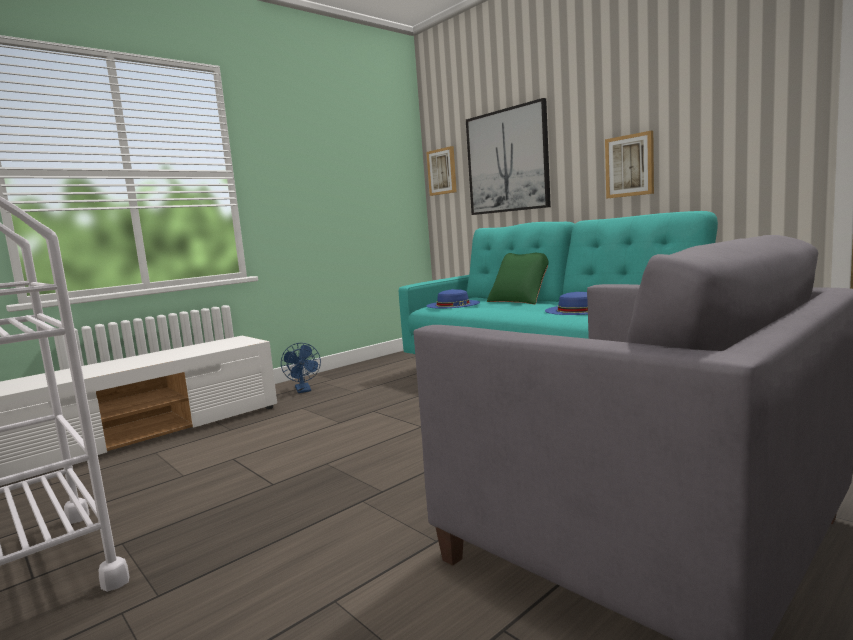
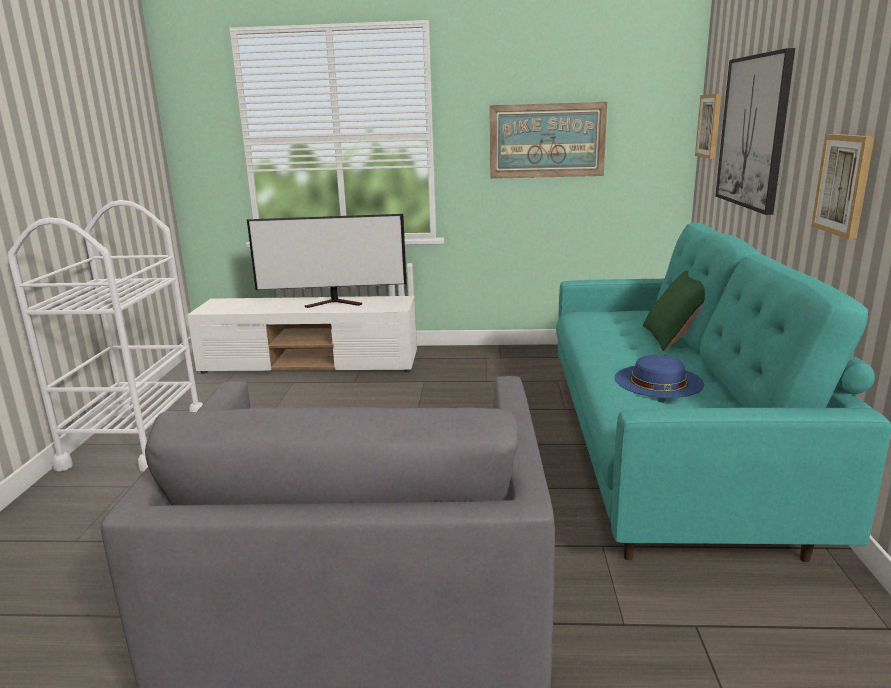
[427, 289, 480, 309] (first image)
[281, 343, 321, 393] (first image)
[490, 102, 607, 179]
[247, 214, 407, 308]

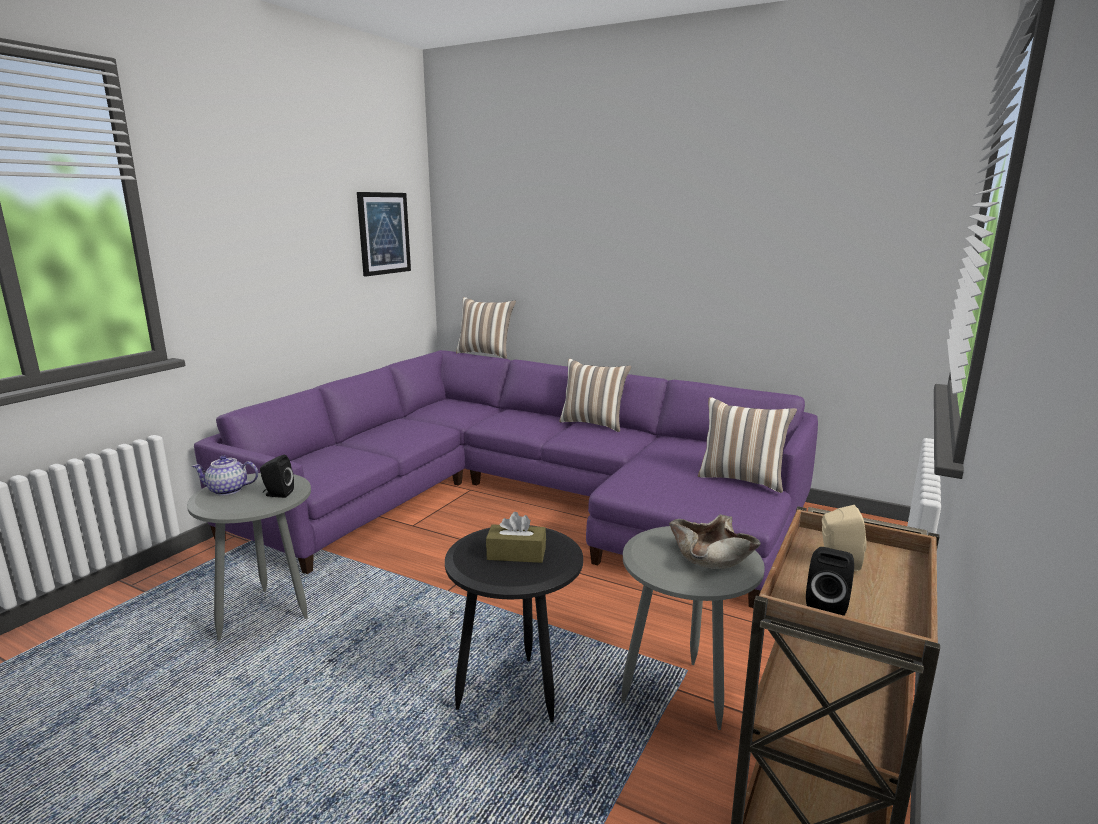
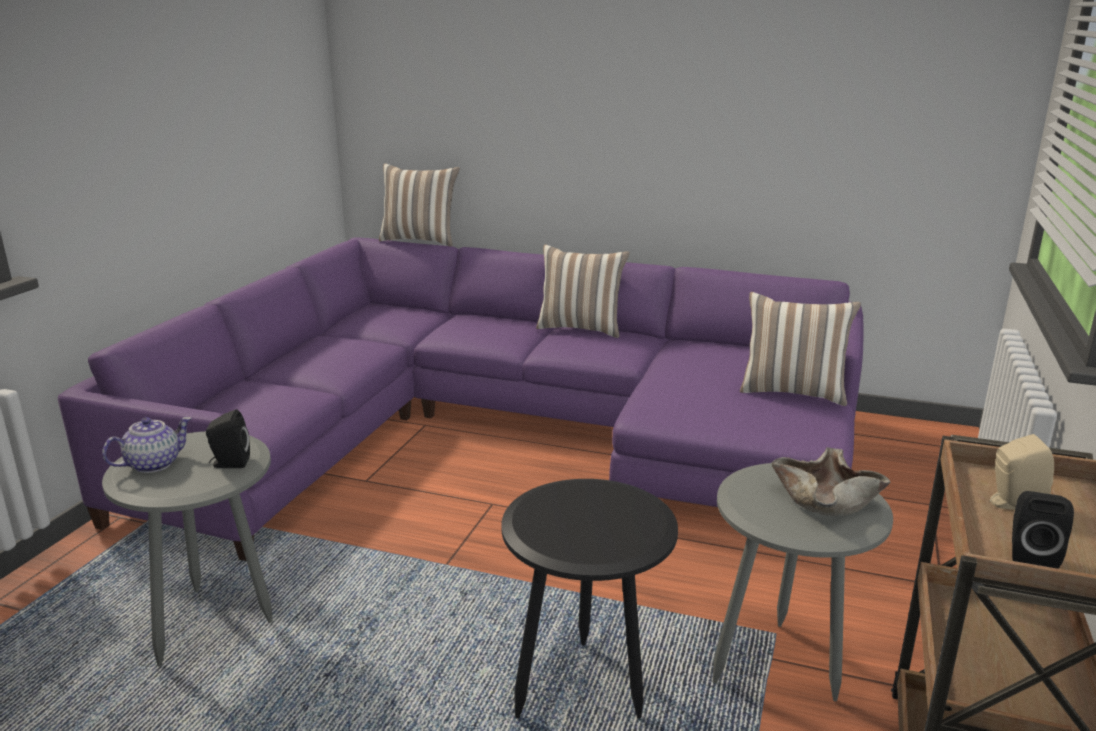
[357, 192, 411, 276] (first image)
[102, 417, 192, 473]
[486, 512, 546, 563] (first image)

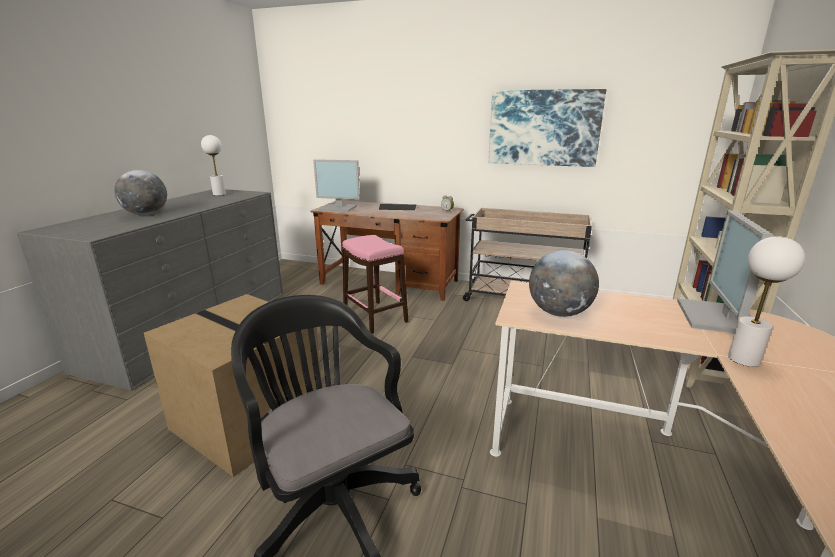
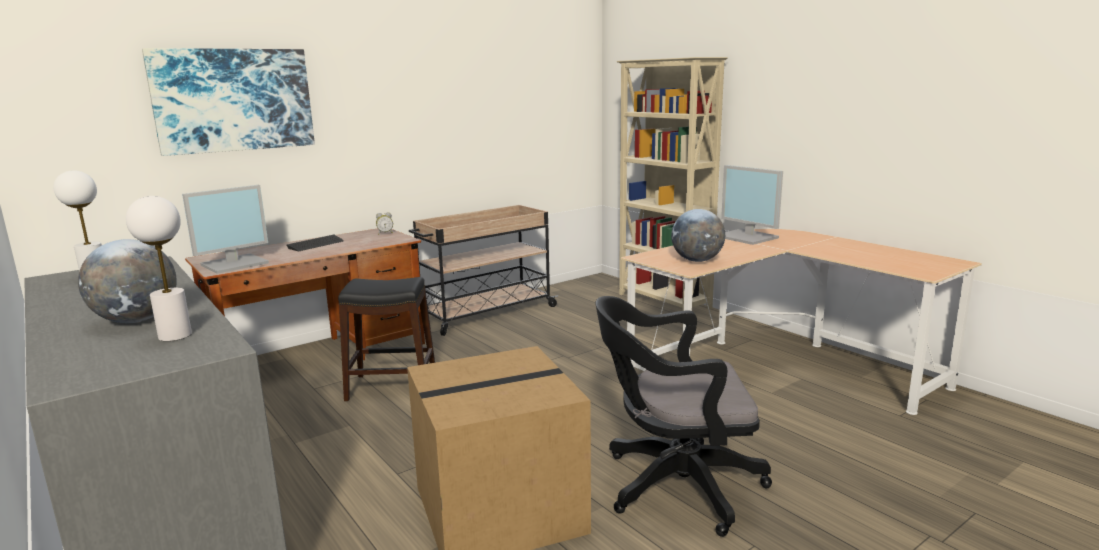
[142, 48, 315, 156]
[338, 277, 435, 401]
[126, 196, 192, 341]

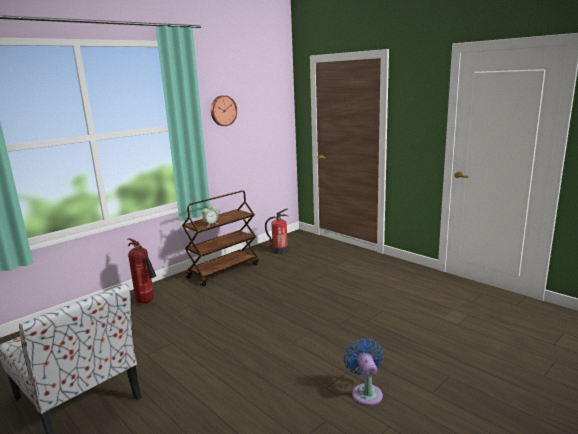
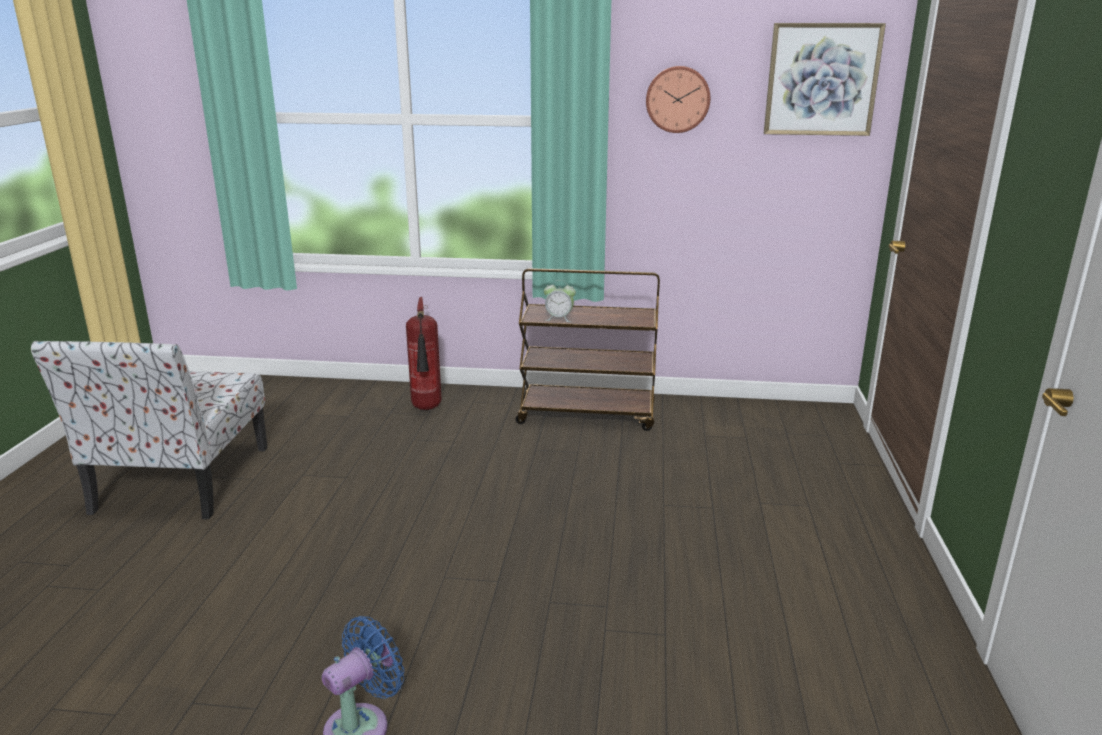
[265, 208, 289, 254] (first image)
[764, 23, 886, 136]

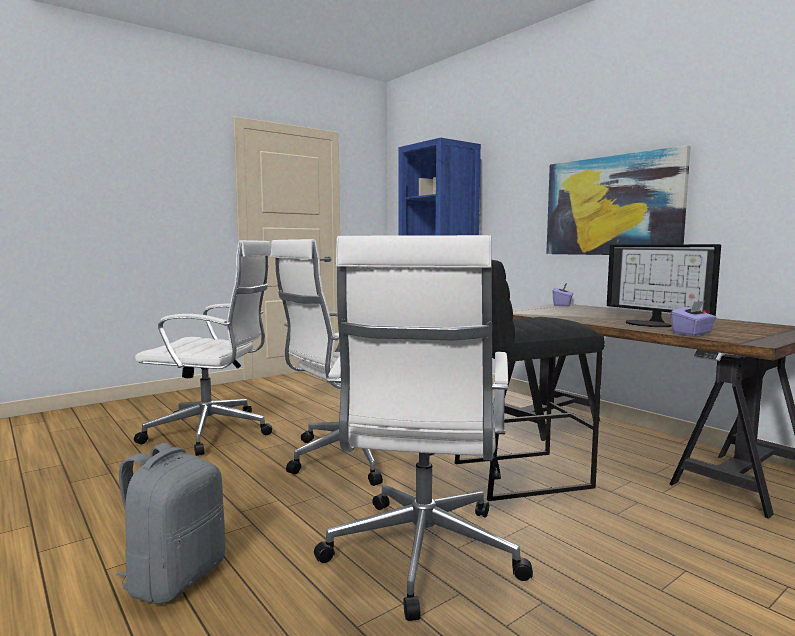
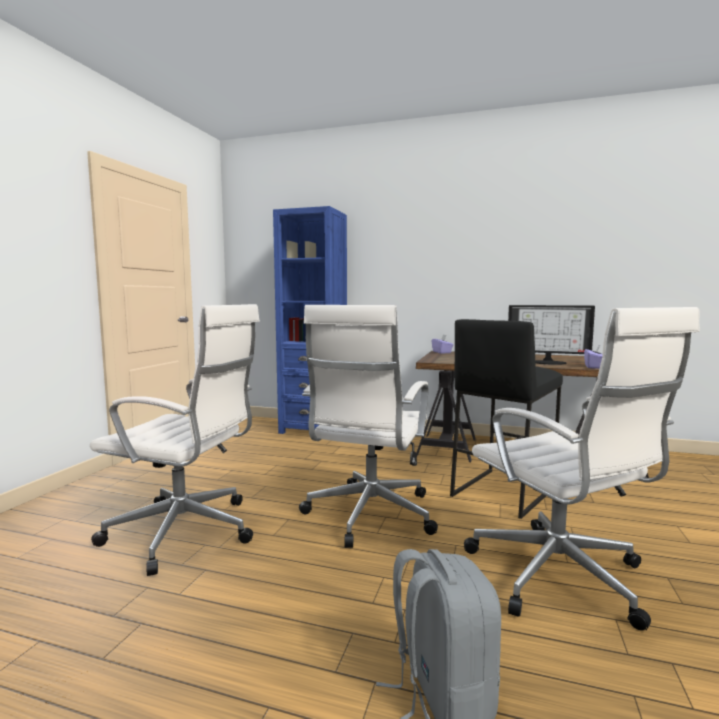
[546, 145, 691, 255] (first image)
[90, 304, 260, 576]

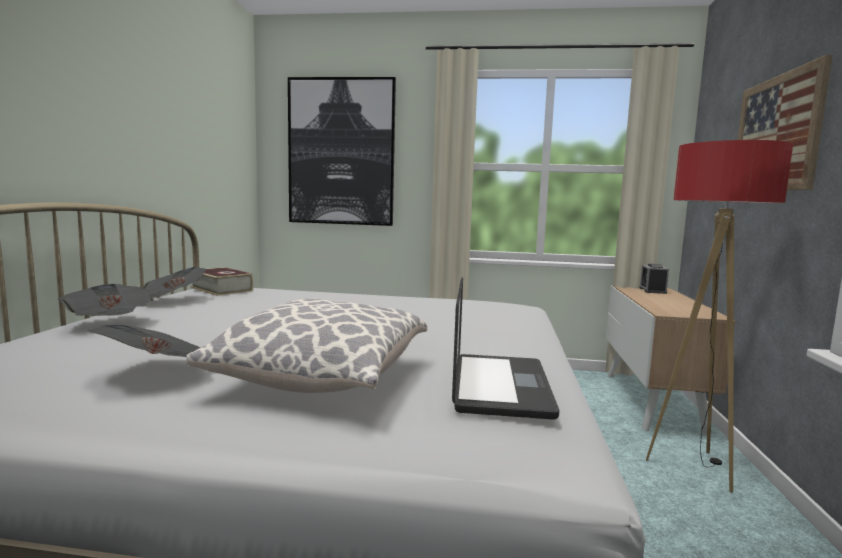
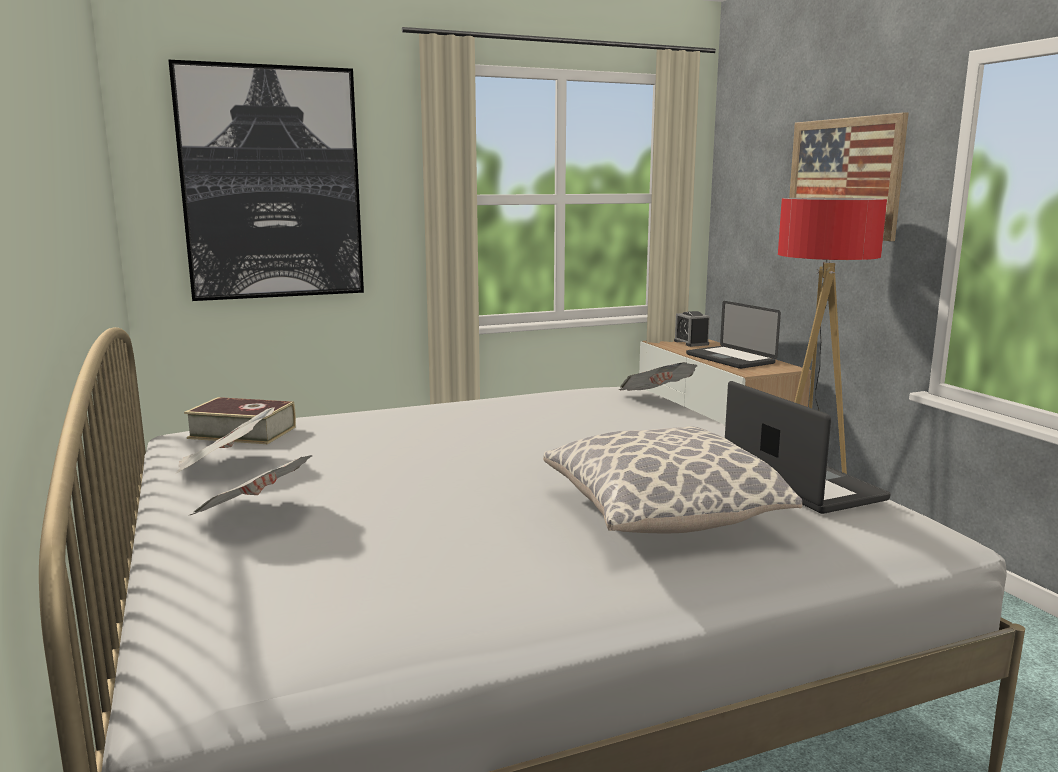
[619, 362, 697, 391]
[686, 301, 781, 369]

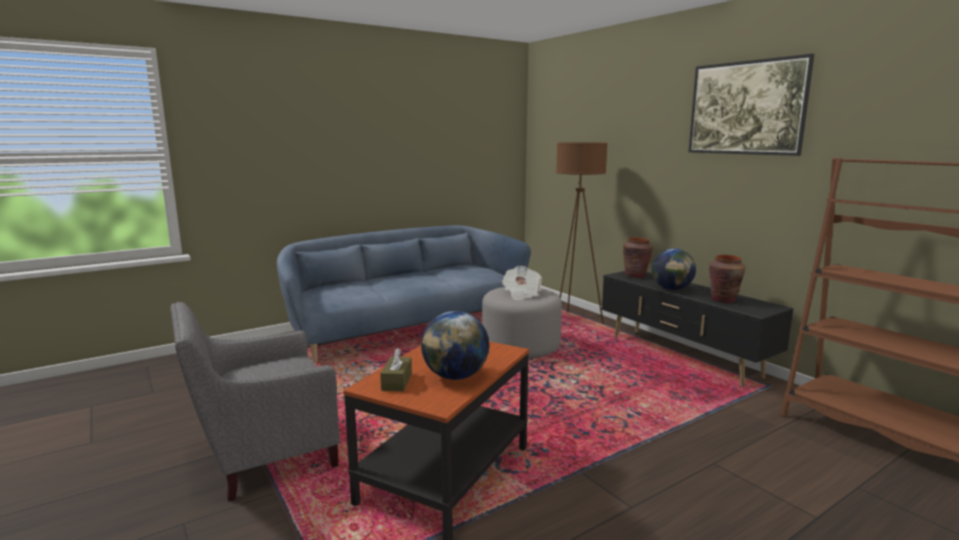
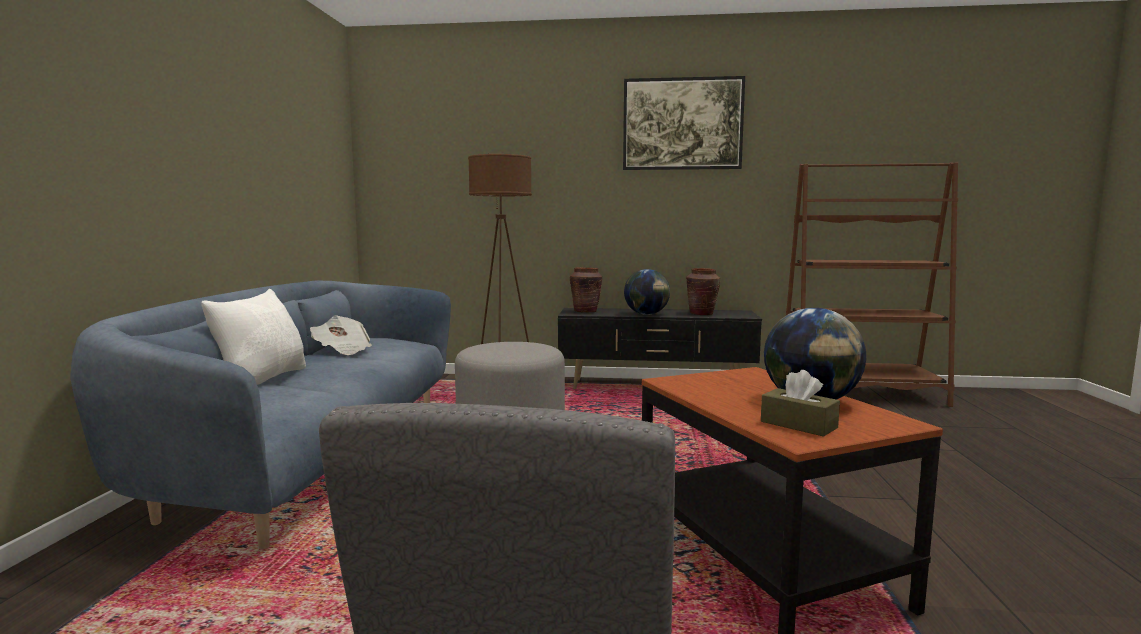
[310, 315, 372, 355]
[201, 289, 306, 385]

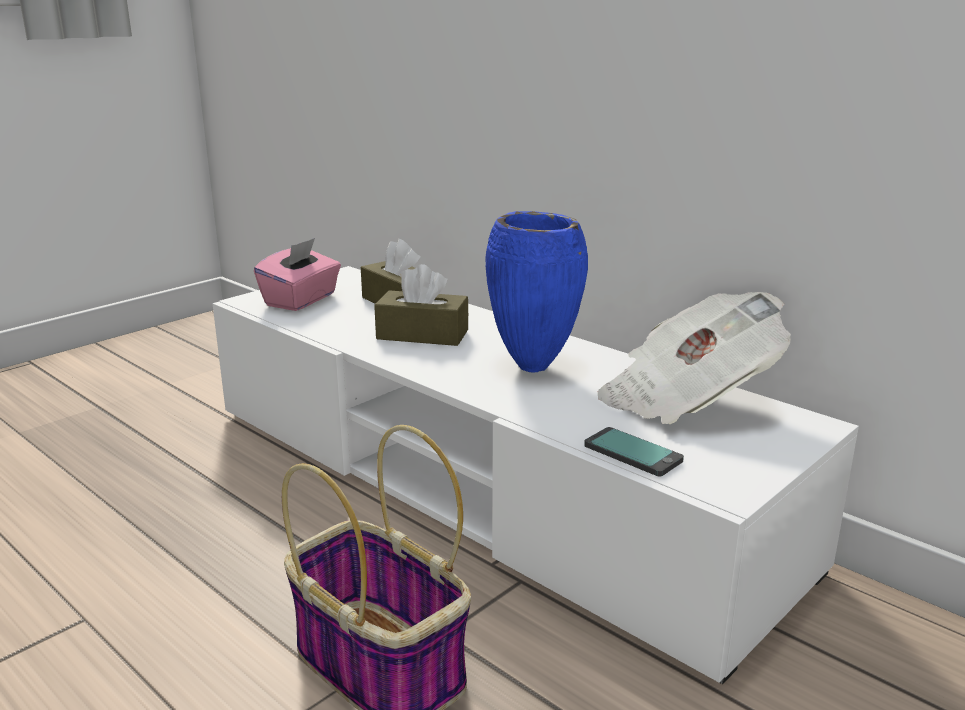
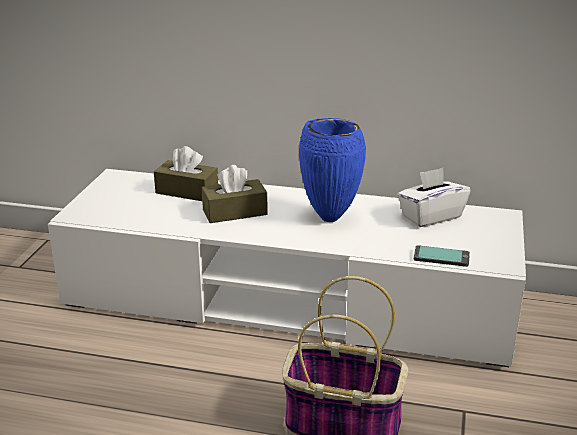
[254, 238, 341, 311] (first image)
[397, 168, 471, 227]

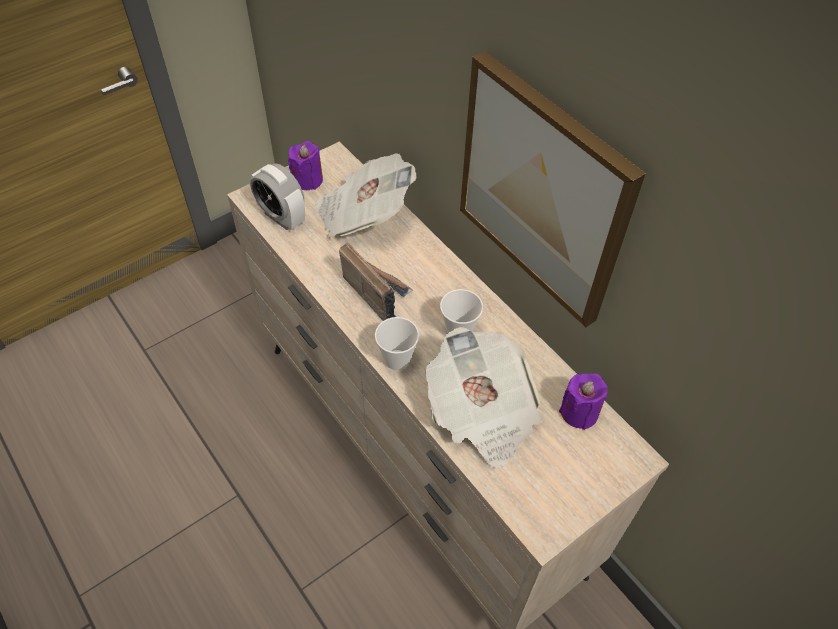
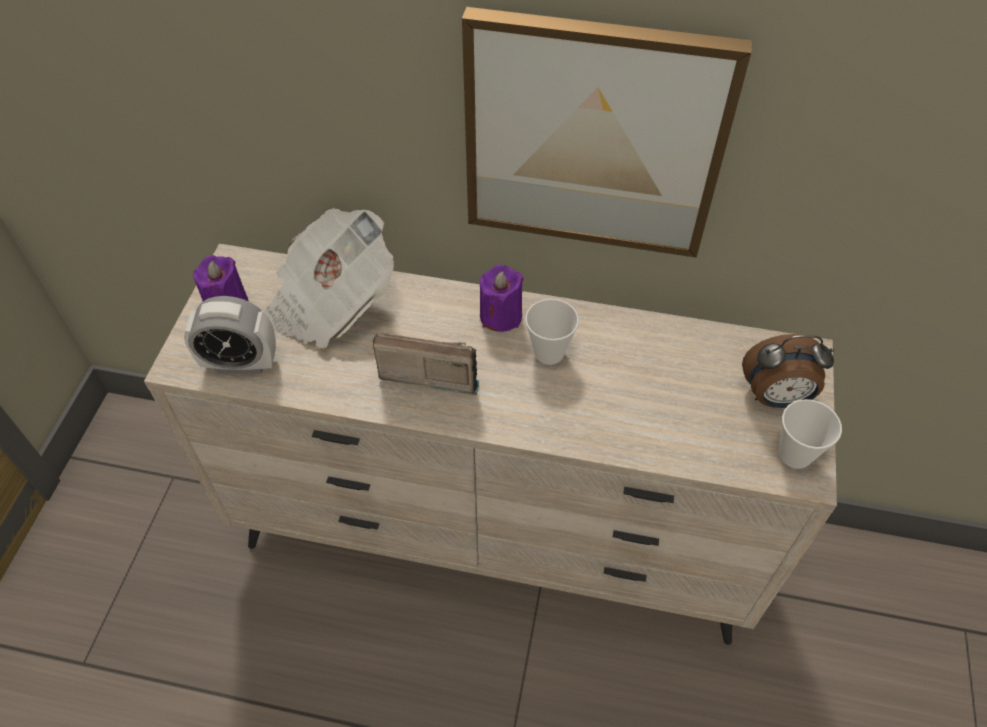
[779, 399, 842, 469]
[425, 327, 543, 468] (first image)
[480, 264, 523, 332]
[742, 334, 834, 408]

